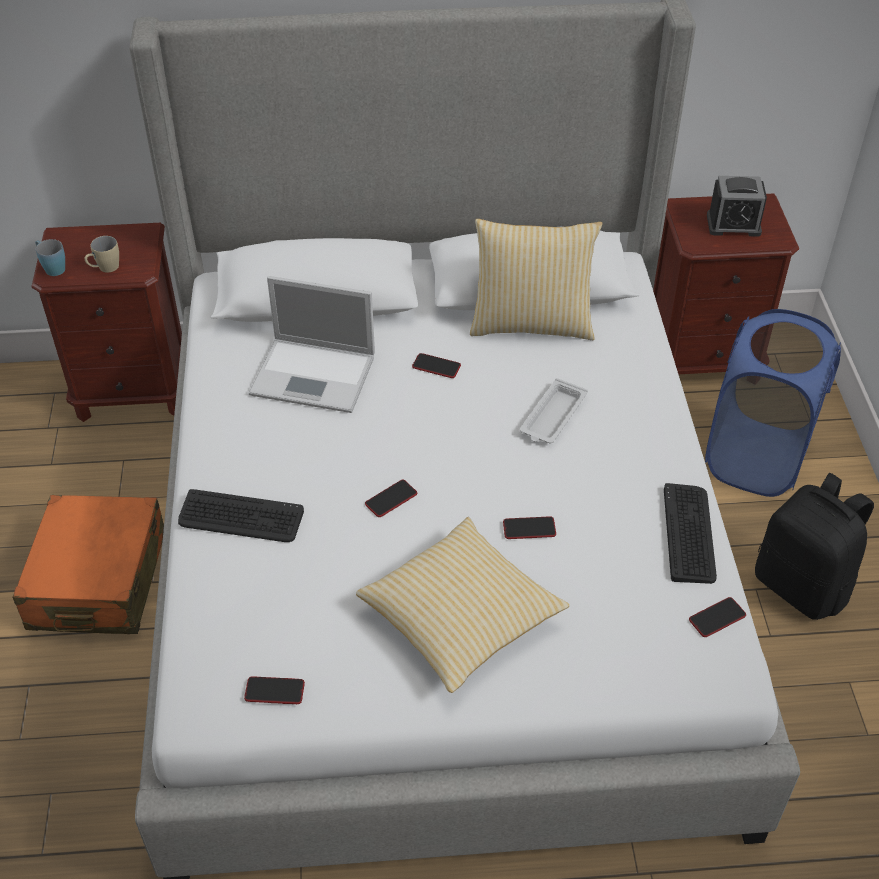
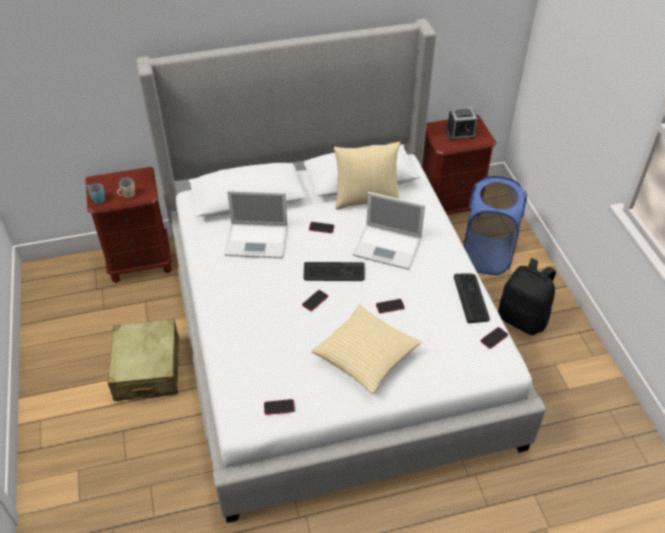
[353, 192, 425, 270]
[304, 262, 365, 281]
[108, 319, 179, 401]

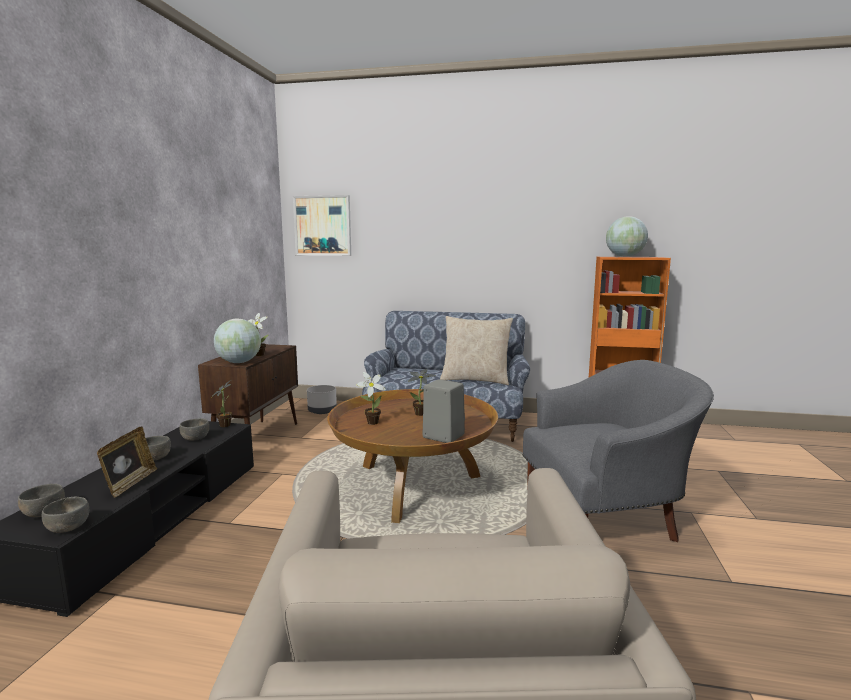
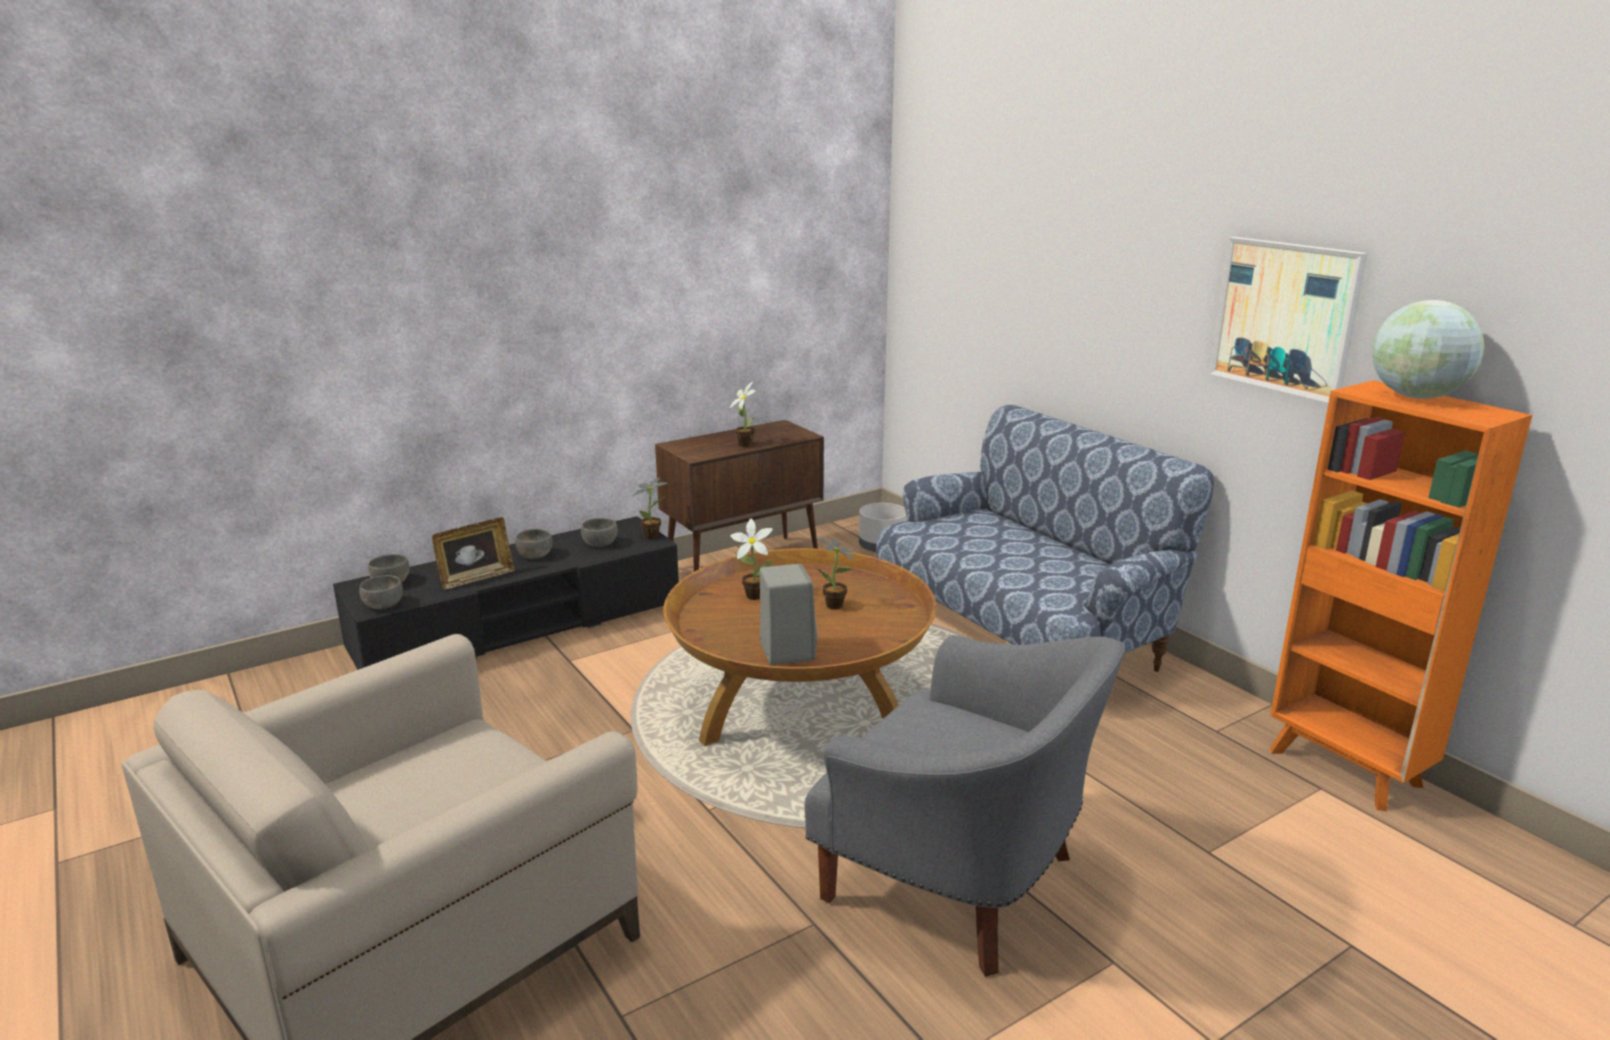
[1209, 237, 1368, 403]
[440, 316, 513, 385] (first image)
[214, 319, 261, 363] (first image)

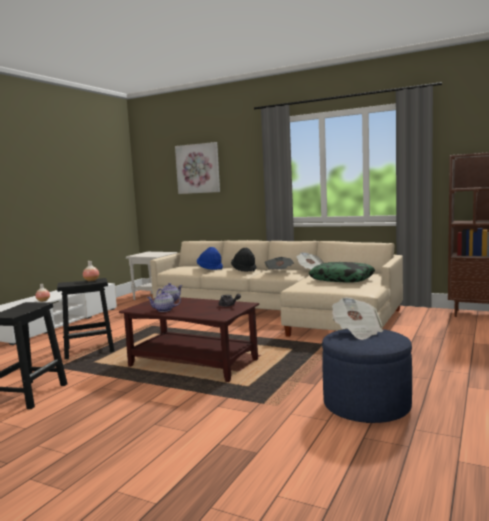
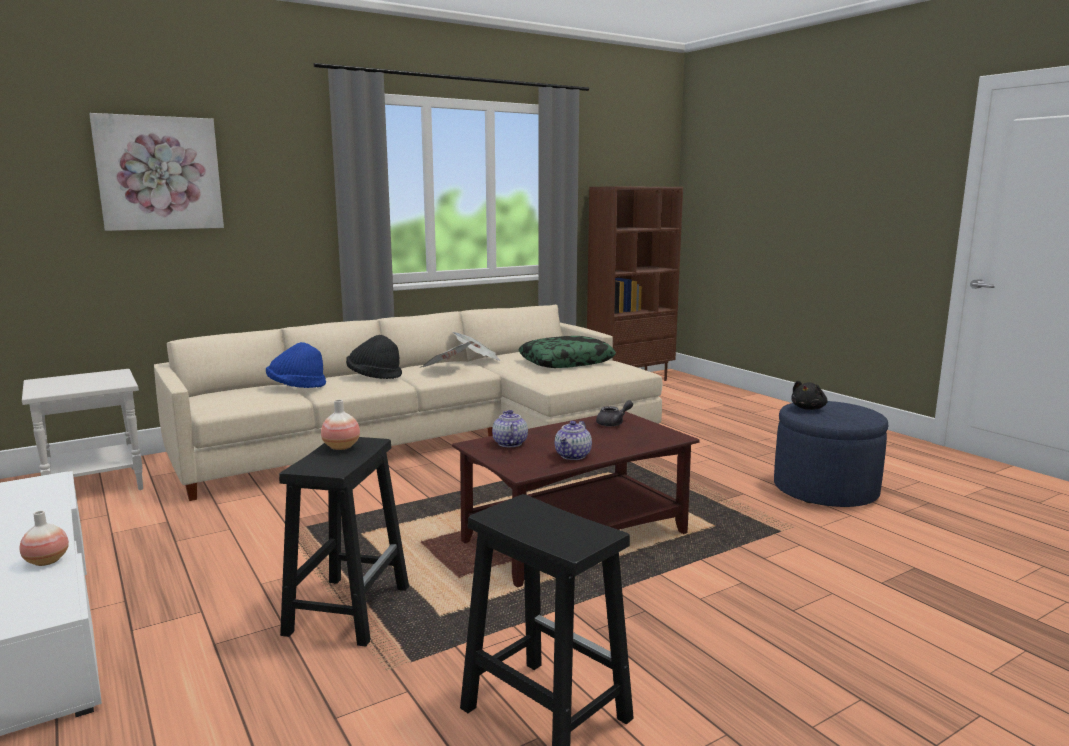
[791, 381, 828, 410]

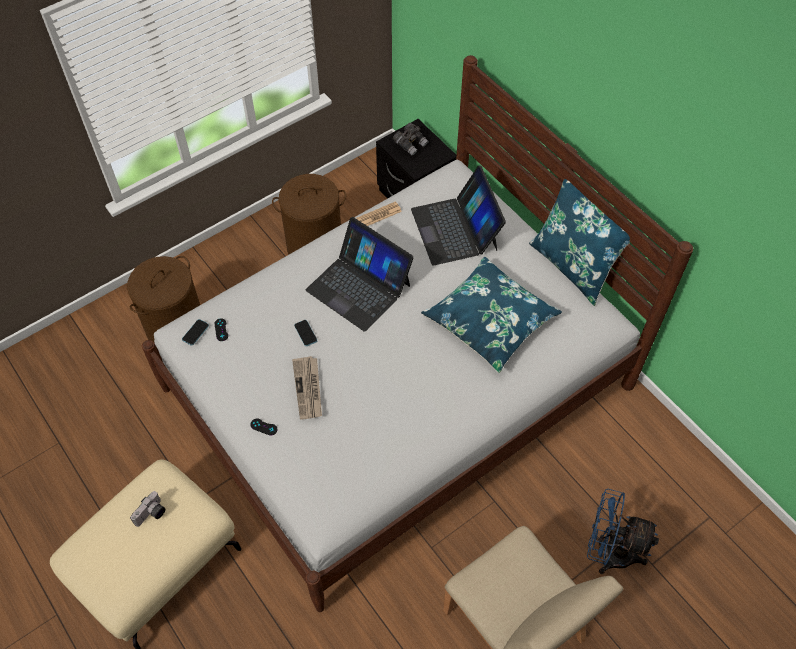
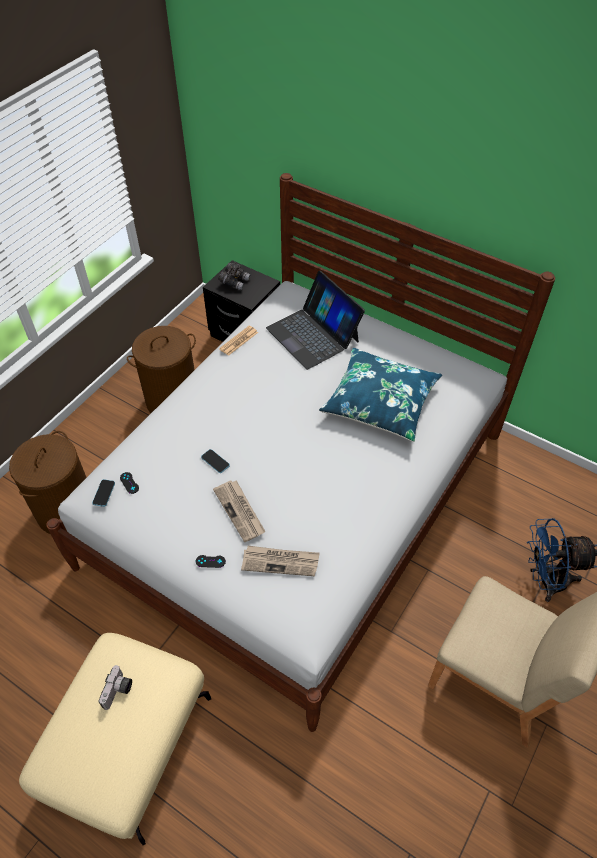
[529, 179, 630, 306] (first image)
[306, 217, 414, 332] (first image)
[241, 546, 320, 576]

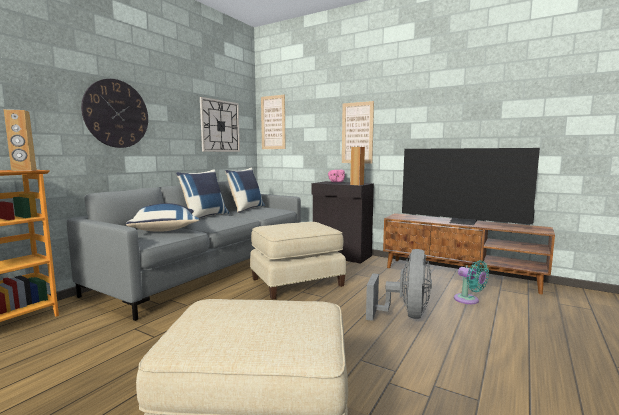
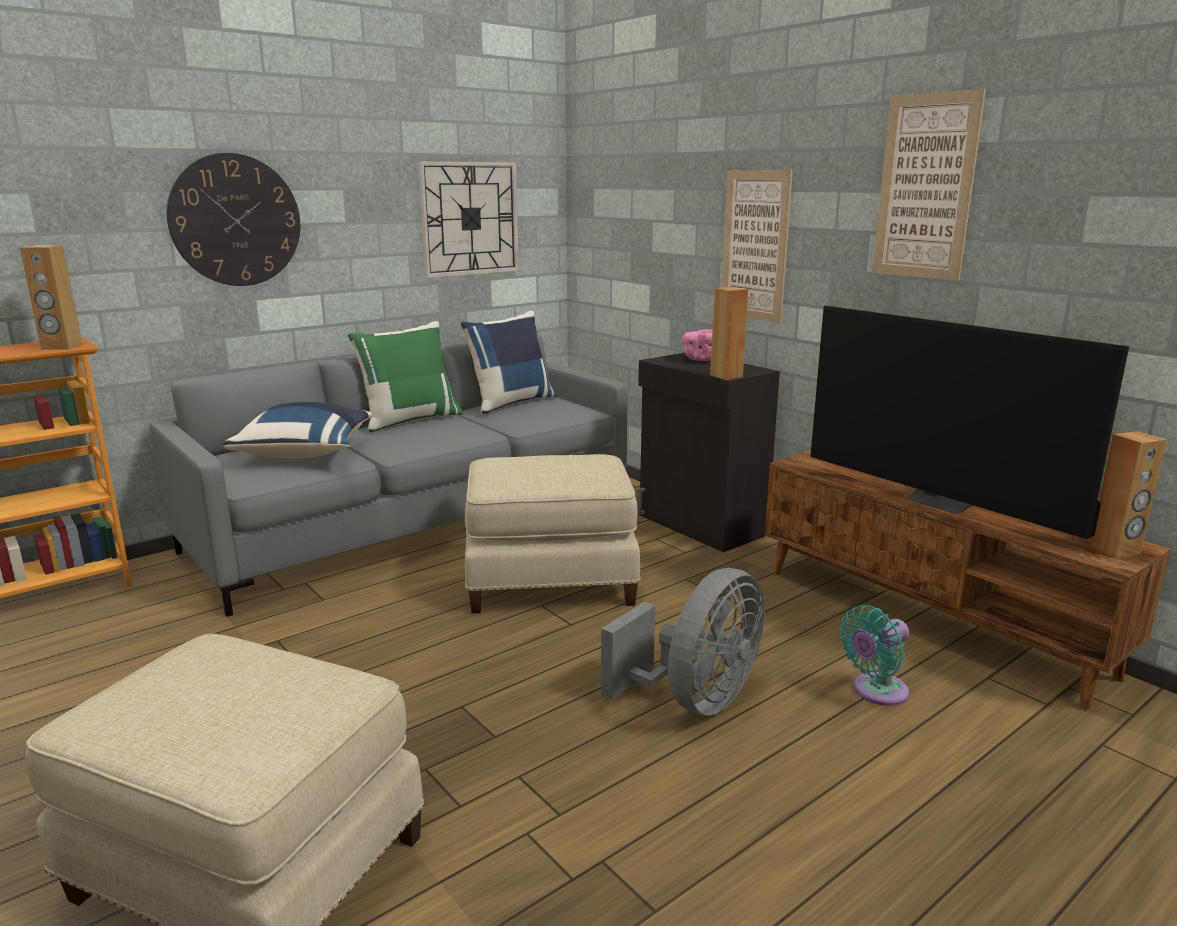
[872, 89, 986, 281]
[348, 321, 463, 433]
[840, 605, 909, 706]
[1090, 431, 1167, 558]

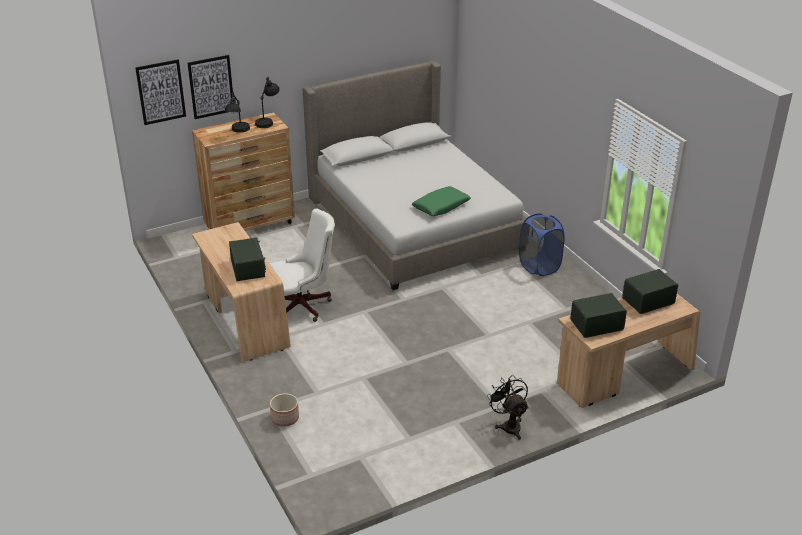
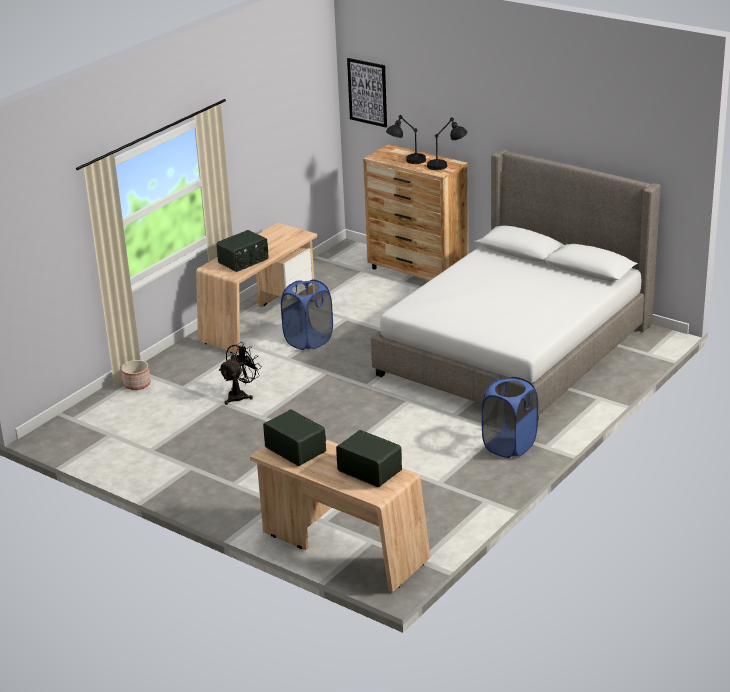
[187, 55, 233, 119] (first image)
[412, 186, 471, 216] (first image)
[281, 279, 333, 350]
[219, 342, 262, 405]

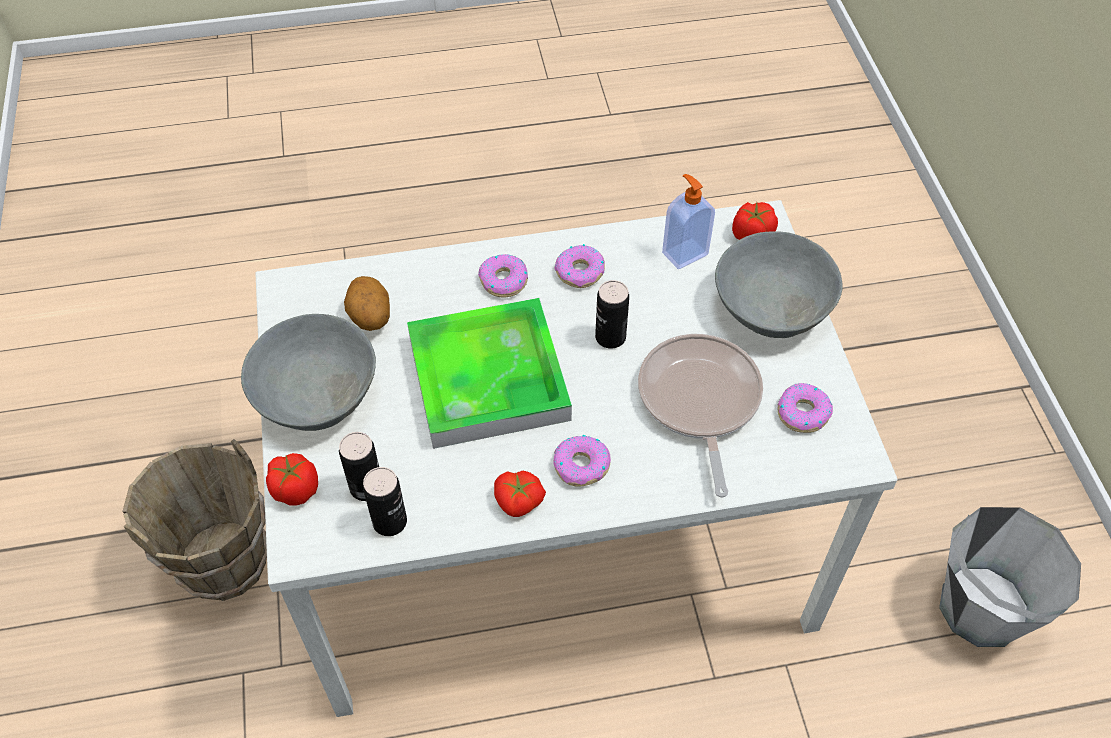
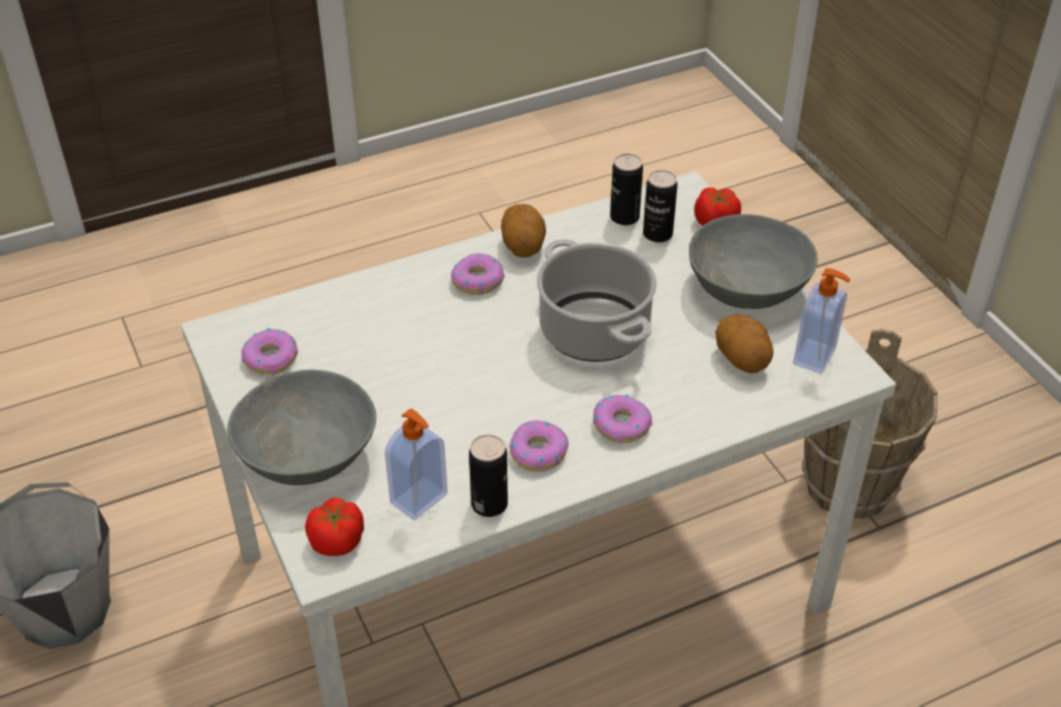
[469, 434, 508, 517]
[537, 239, 657, 362]
[638, 334, 763, 498] (first image)
[501, 204, 546, 258]
[793, 268, 851, 374]

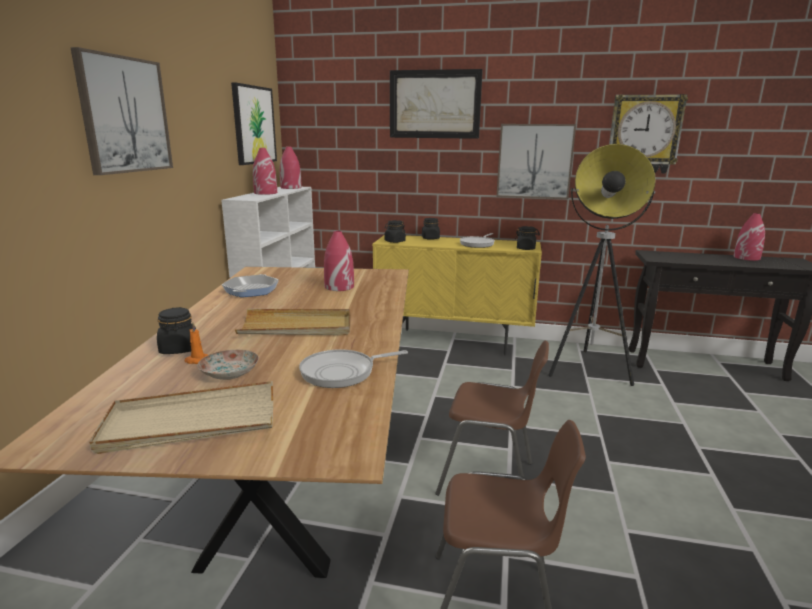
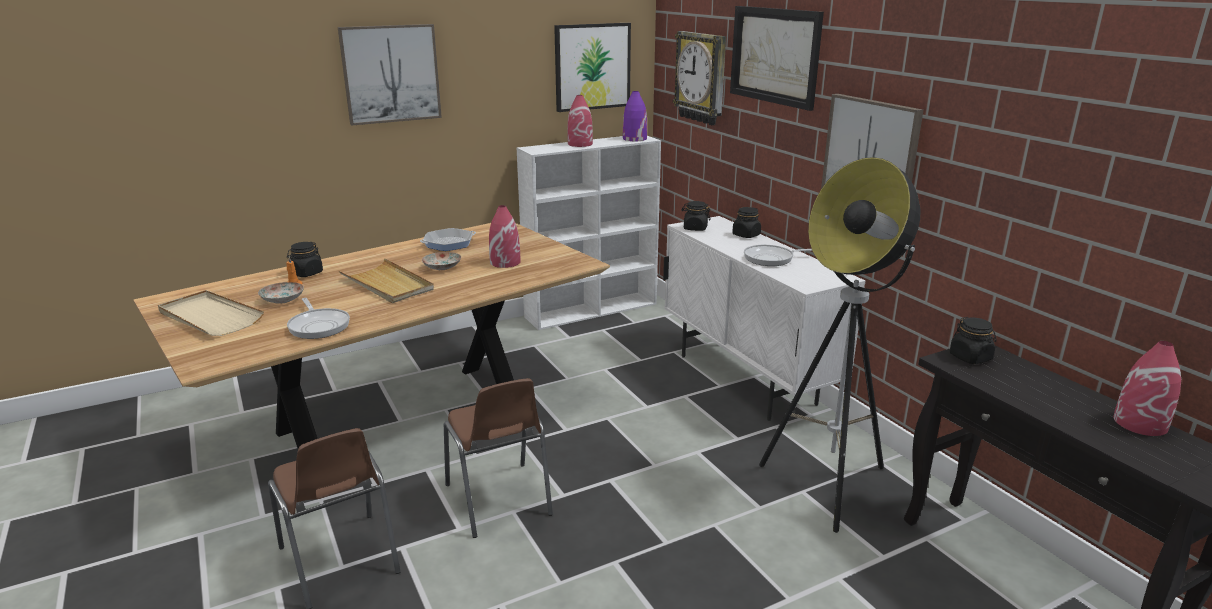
[673, 31, 726, 125]
[623, 91, 647, 141]
[950, 317, 997, 364]
[663, 216, 865, 421]
[287, 298, 350, 339]
[422, 252, 461, 270]

